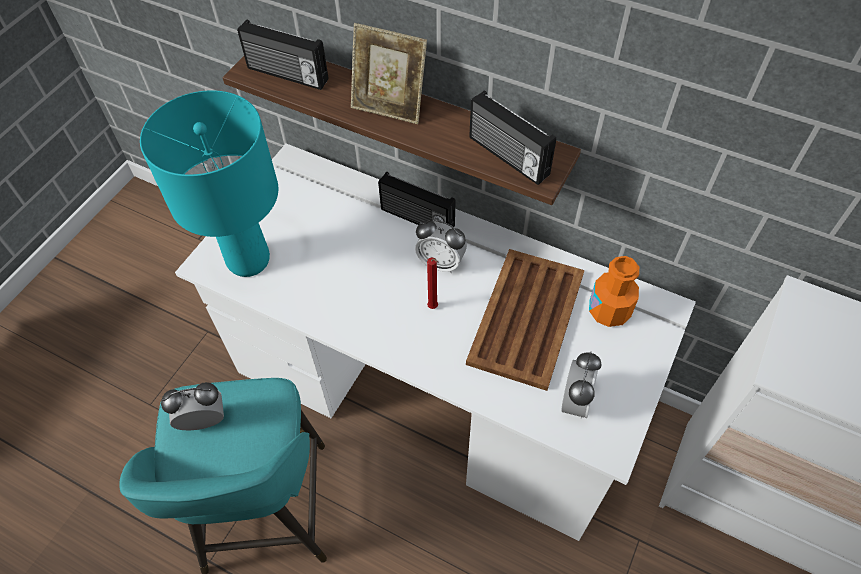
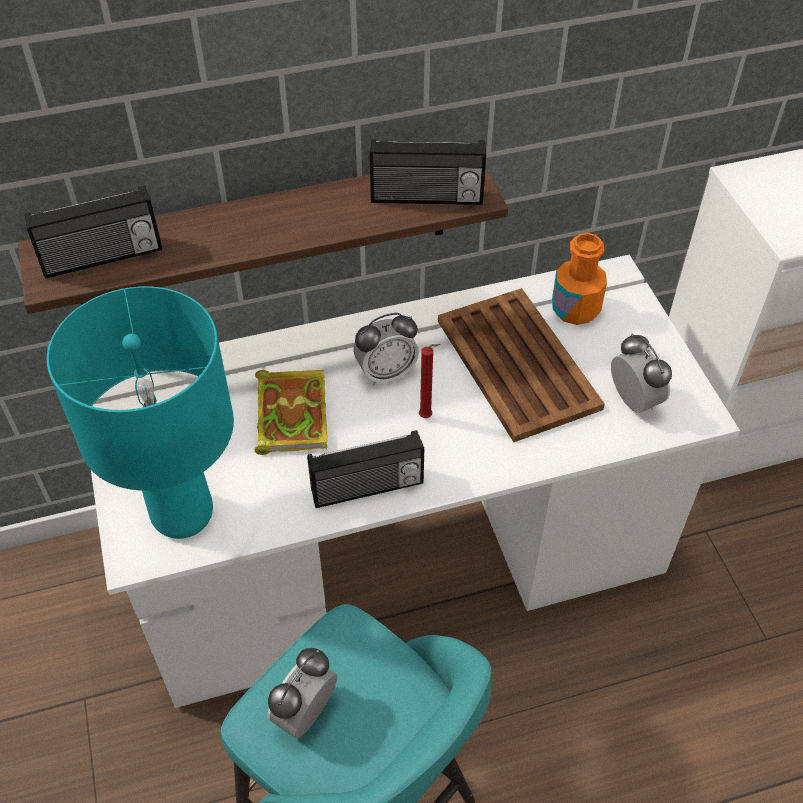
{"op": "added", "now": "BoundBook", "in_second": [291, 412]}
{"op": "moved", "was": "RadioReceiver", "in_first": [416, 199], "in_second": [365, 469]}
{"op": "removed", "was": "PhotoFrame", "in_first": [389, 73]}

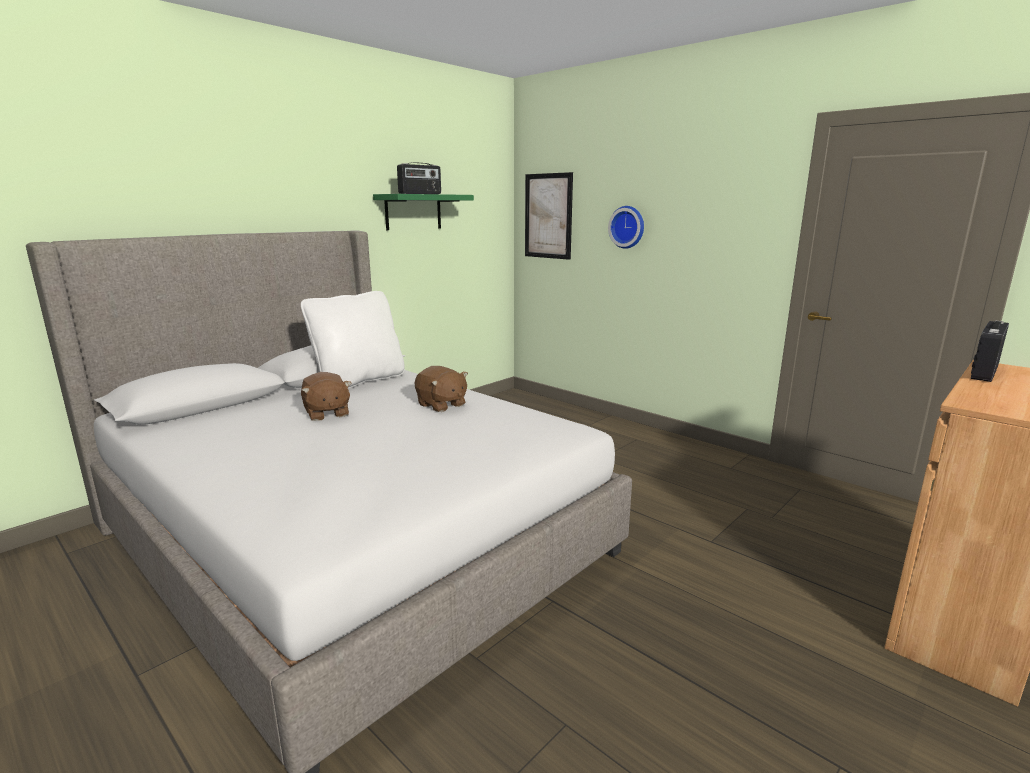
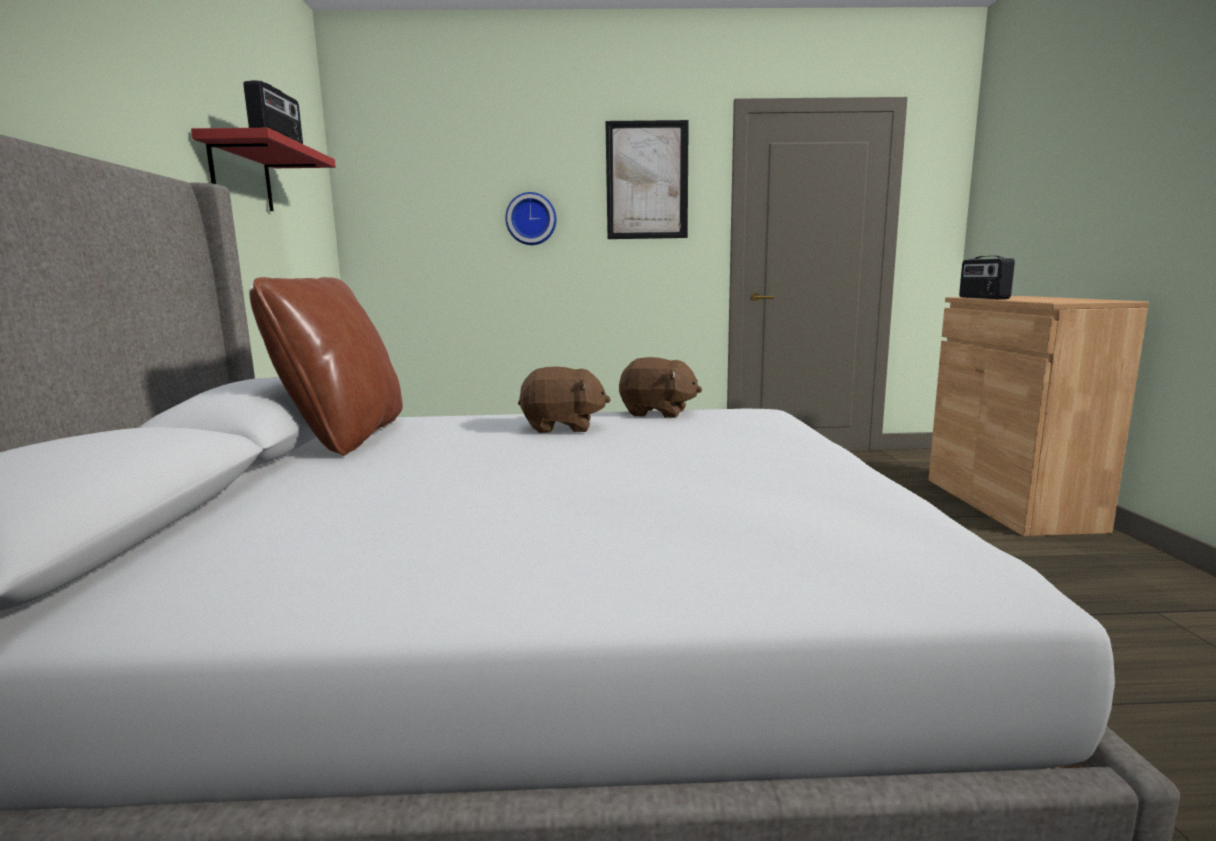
{"op": "recoloured", "was": "GreenColouredWallShelf", "now": "RedWallShelf", "in_first": [423, 212], "in_second": [263, 169]}
{"op": "recoloured", "was": "WhitishThrowPillow", "now": "BrownColouredThrowPillow", "in_first": [353, 340], "in_second": [326, 366]}
{"op": "moved", "was": "WallPicture", "in_first": [549, 216], "in_second": [647, 179]}
{"op": "moved", "was": "BrownColouredSoftToy", "in_first": [326, 396], "in_second": [660, 387]}

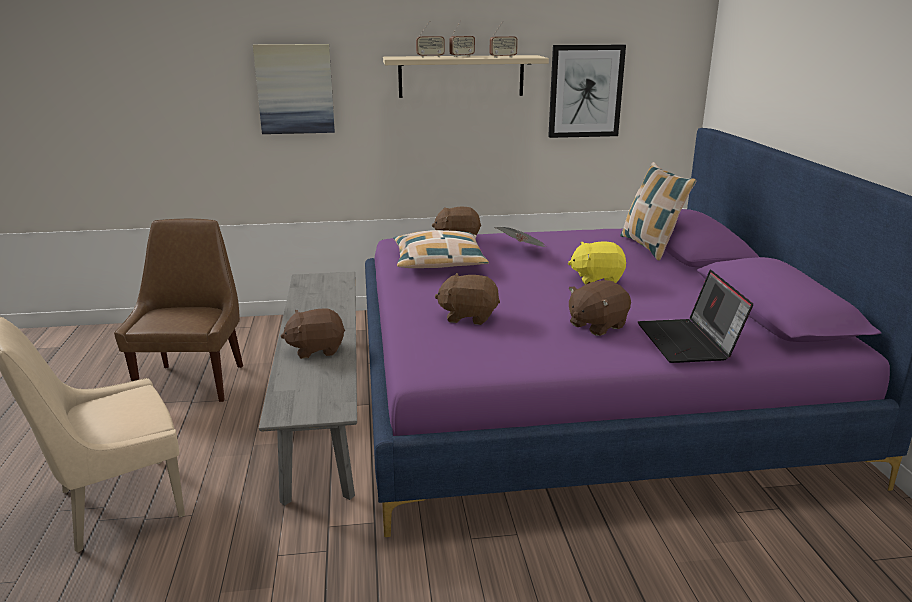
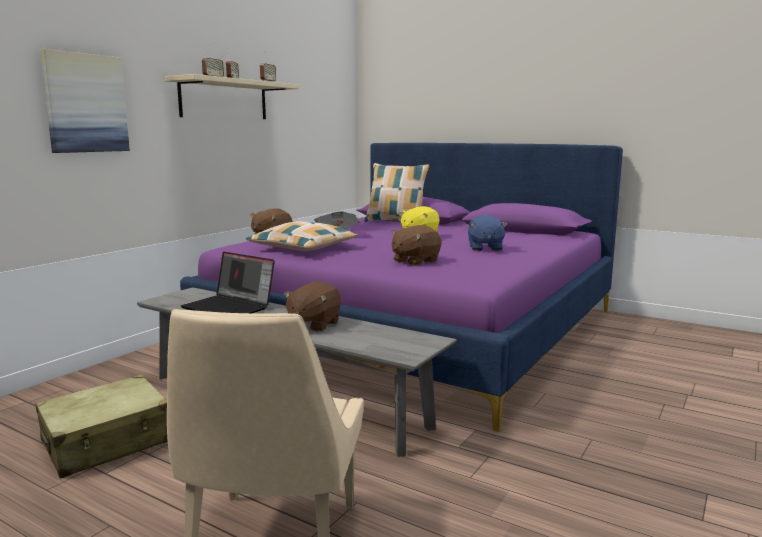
{"op": "replaced", "was": "BrownColouredUprightChair", "now": "BeigeTravelCase", "in_first": [178, 310], "in_second": [101, 426]}
{"op": "moved", "was": "PortableComputer", "in_first": [695, 316], "in_second": [228, 282]}
{"op": "recoloured", "was": "BrownColouredSoftToy", "now": "BlueSoftToy", "in_first": [600, 308], "in_second": [488, 233]}
{"op": "removed", "was": "WallPicture", "in_first": [587, 91]}

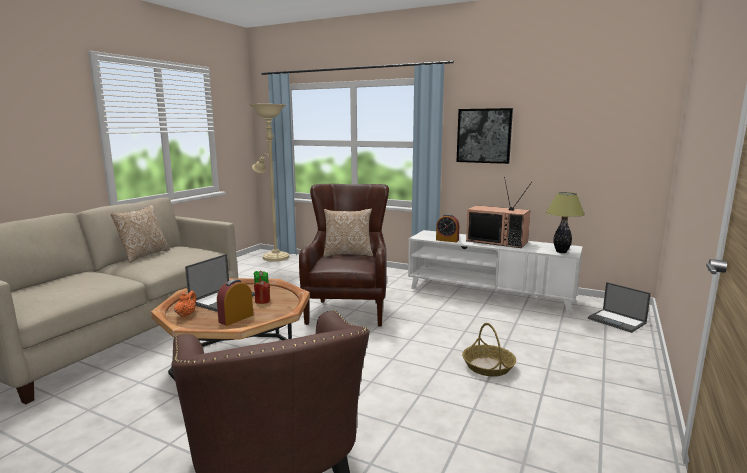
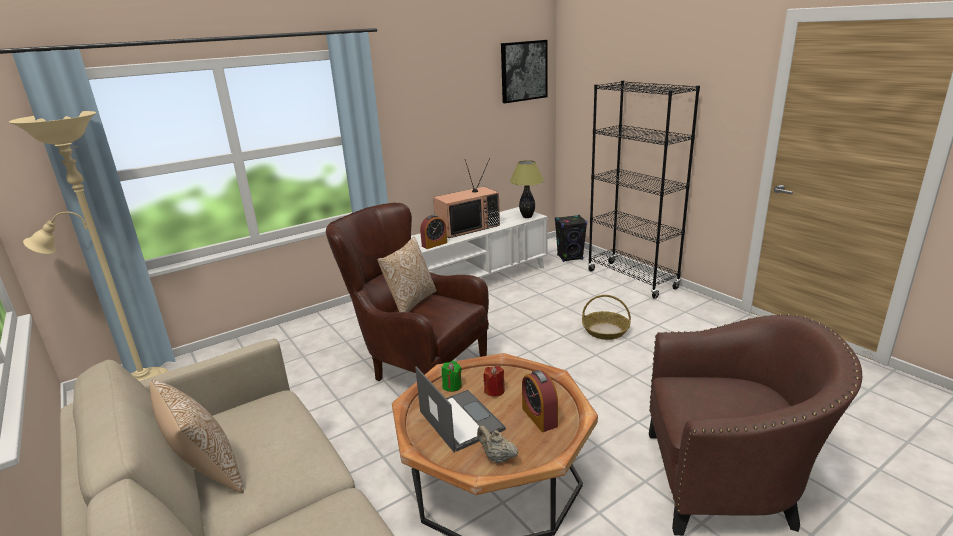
{"op": "recoloured", "was": "OrangeTeapot", "now": "BeigeTeapot", "in_first": [185, 304], "in_second": [497, 444]}
{"op": "moved", "was": "WallPicture", "in_first": [485, 136], "in_second": [524, 71]}
{"op": "replaced", "was": "PortableComputer", "now": "BlackLoudspeaker", "in_first": [619, 307], "in_second": [571, 238]}
{"op": "added", "now": "BlackBookshelf", "in_second": [644, 190]}

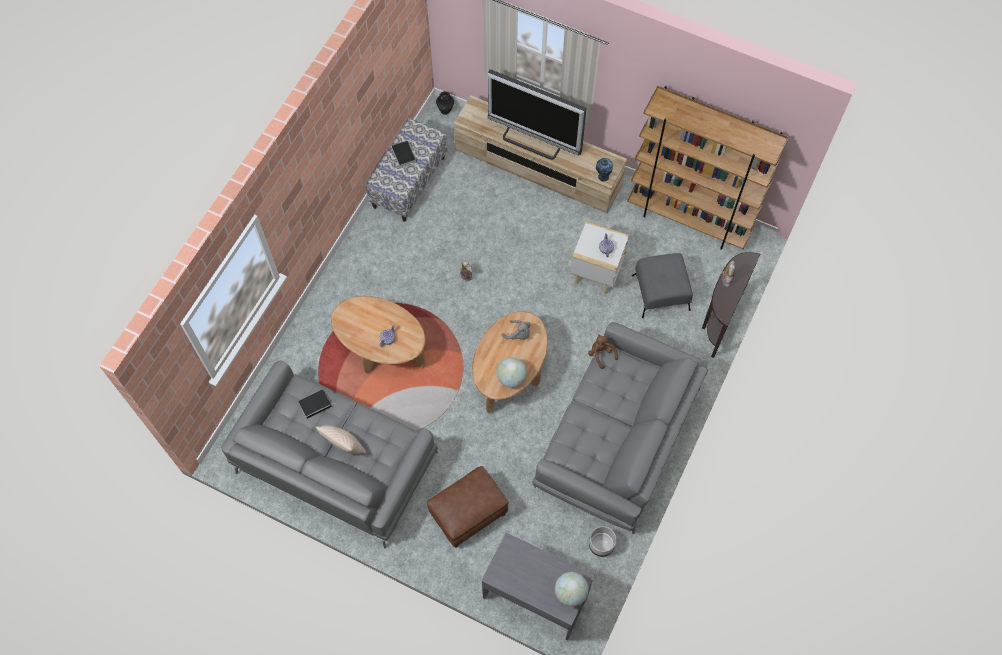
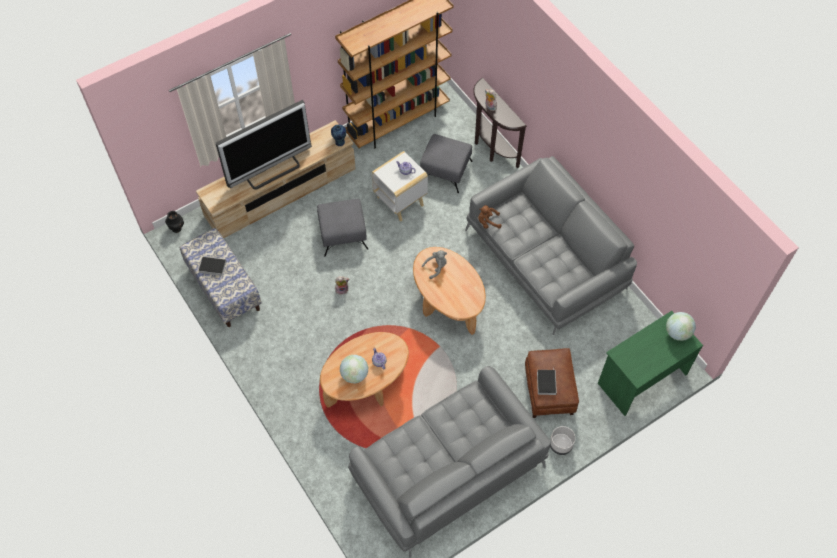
{"op": "added", "now": "GreyFootrest", "in_second": [342, 227]}
{"op": "moved", "was": "DeskGlobe", "in_first": [511, 372], "in_second": [354, 369]}
{"op": "moved", "was": "BoundBook", "in_first": [317, 404], "in_second": [547, 382]}
{"op": "moved", "was": "GreyPlanter", "in_first": [602, 541], "in_second": [563, 440]}
{"op": "recoloured", "was": "GreyDeskTable", "now": "GreenColouredDeskTable", "in_first": [538, 586], "in_second": [650, 363]}
{"op": "removed", "was": "BeigeThrowPillow", "in_first": [340, 439]}

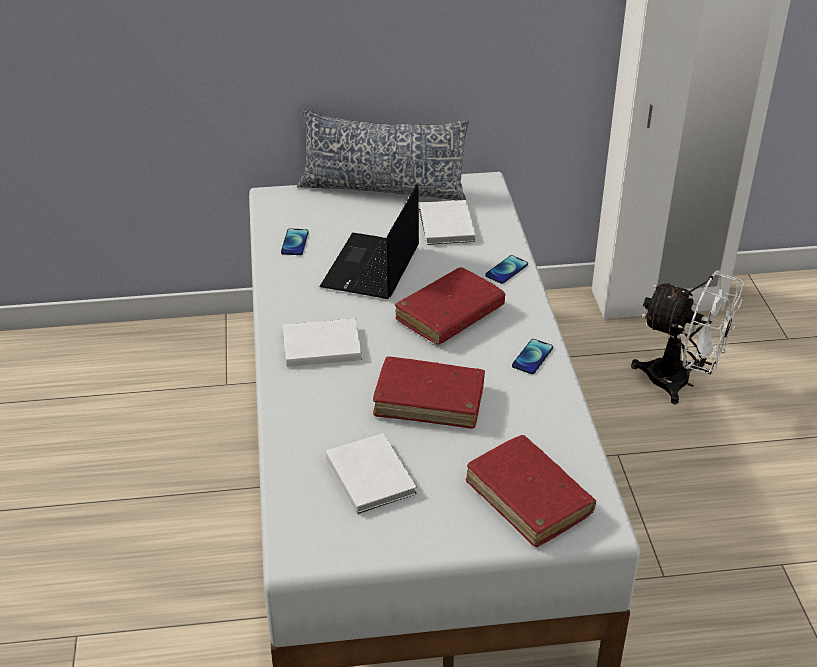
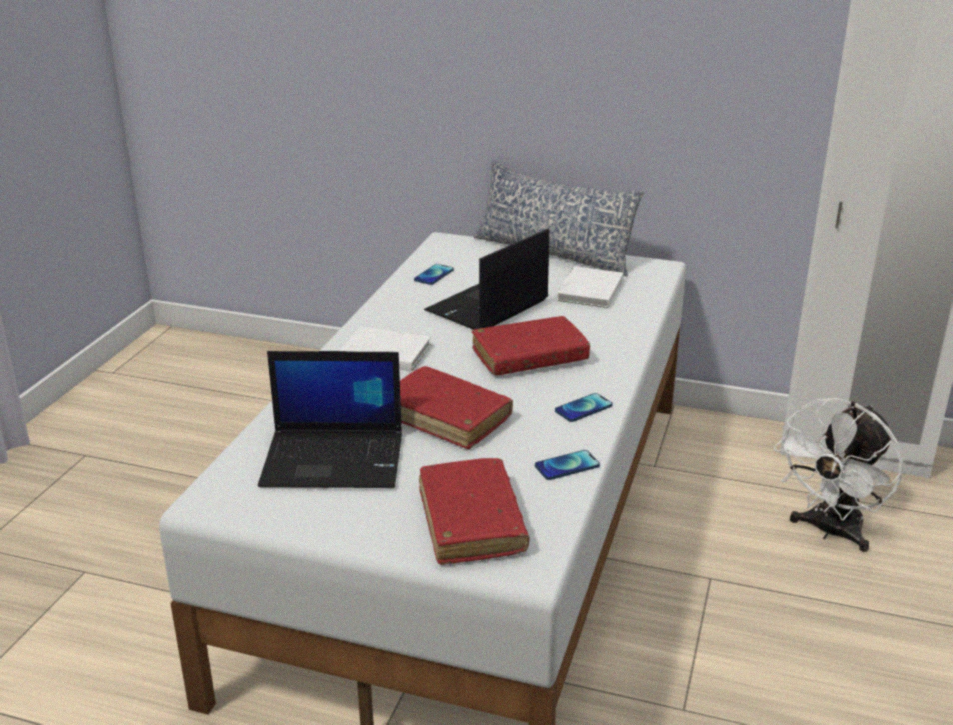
{"op": "replaced", "was": "WhitishBoundBook", "now": "PortableComputer", "in_first": [371, 473], "in_second": [330, 419]}
{"op": "moved", "was": "Telephone", "in_first": [506, 269], "in_second": [567, 465]}
{"op": "turned", "was": "WhitishCoolingFan", "in_first": [687, 337], "in_second": [838, 475], "clockwise": 75}

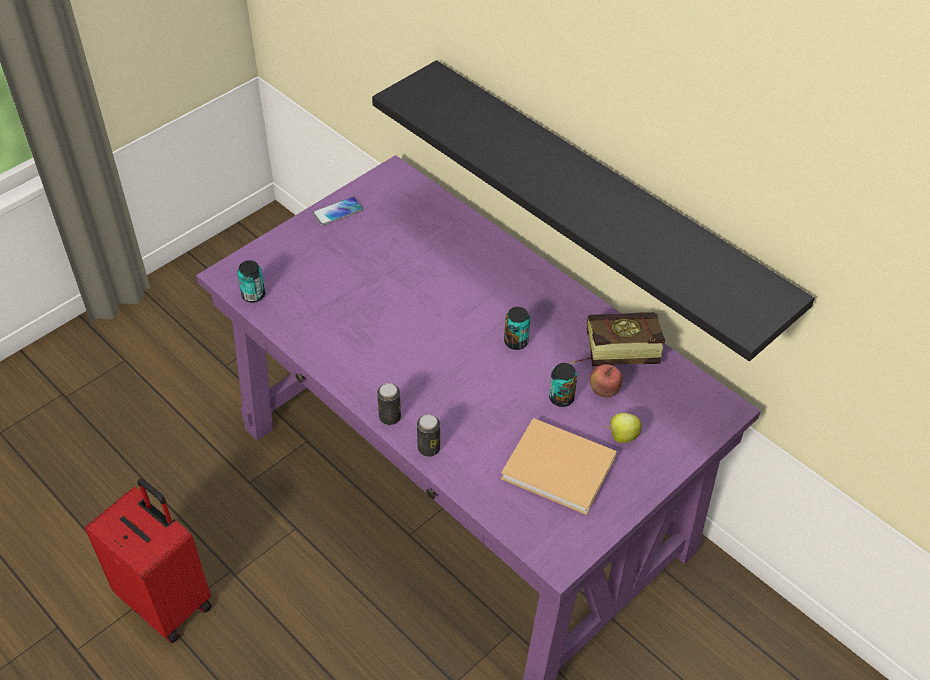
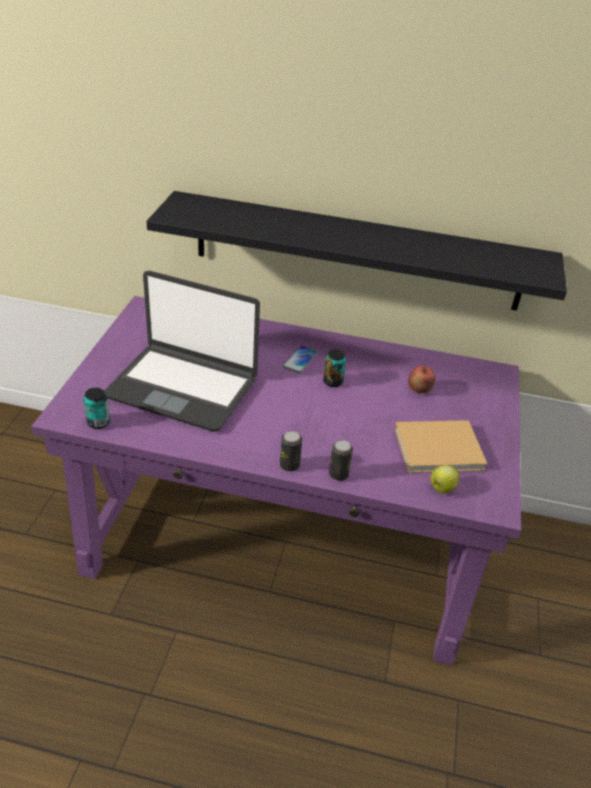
{"op": "added", "now": "PortableComputer", "in_second": [182, 351]}
{"op": "moved", "was": "Telephone", "in_first": [338, 211], "in_second": [300, 359]}
{"op": "moved", "was": "WholeApple", "in_first": [624, 428], "in_second": [444, 479]}
{"op": "removed", "was": "RedTravelCase", "in_first": [148, 561]}
{"op": "removed", "was": "Can", "in_first": [563, 385]}
{"op": "removed", "was": "BoundBook", "in_first": [618, 339]}

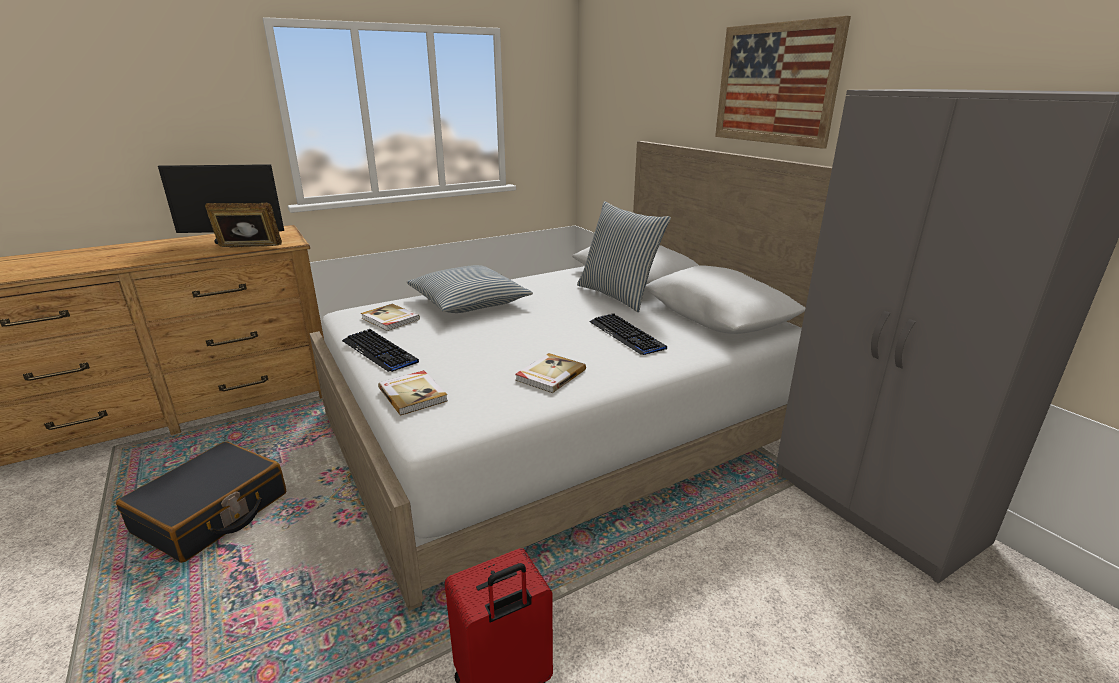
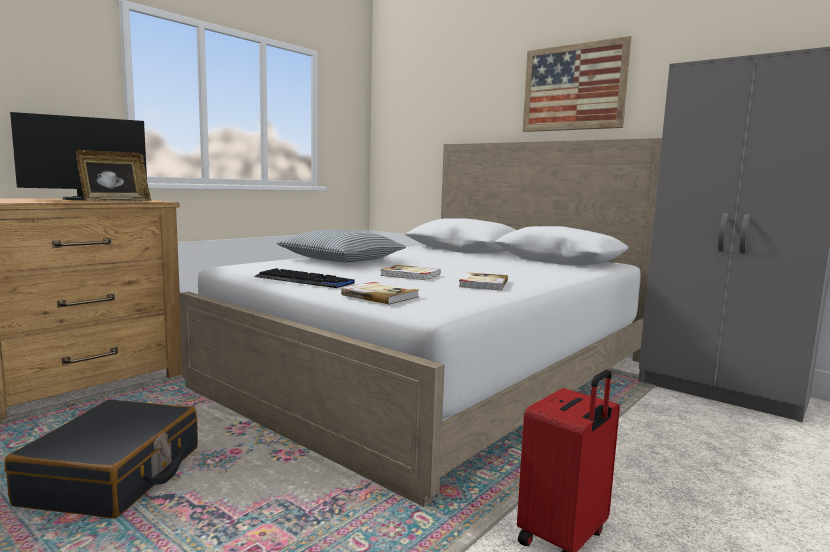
{"op": "turned", "was": "PhotoFrame", "in_first": [243, 225], "in_second": [113, 176], "clockwise": 150}
{"op": "moved", "was": "BoundBook", "in_first": [390, 317], "in_second": [410, 272]}
{"op": "removed", "was": "ThrowPillow", "in_first": [624, 256]}
{"op": "removed", "was": "ComputerKeyboard", "in_first": [628, 334]}

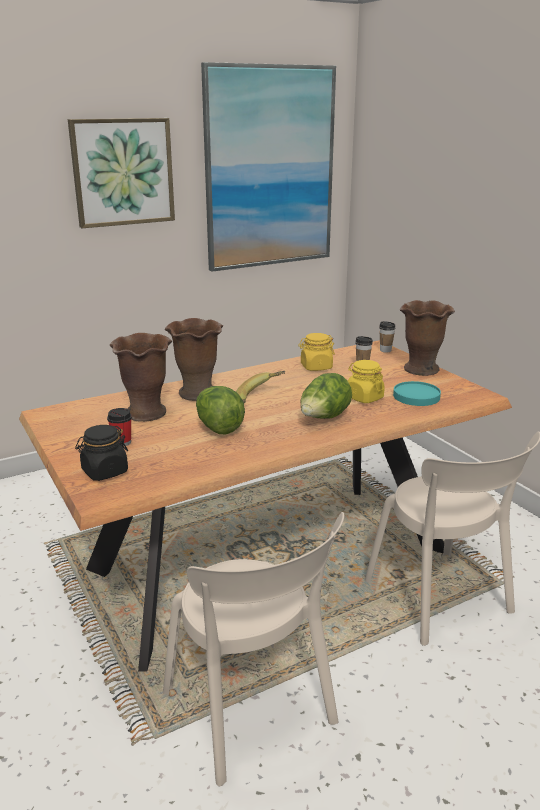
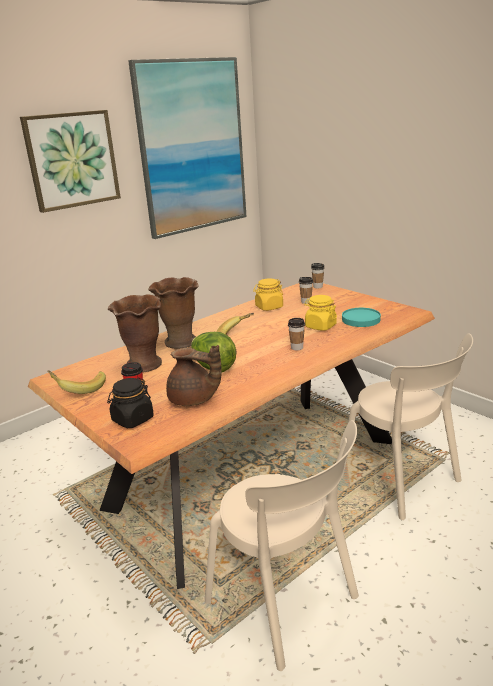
{"op": "added", "now": "BananaFruit", "in_second": [76, 382]}
{"op": "added", "now": "BrownColouredTeapot", "in_second": [194, 375]}
{"op": "replaced", "was": "LettuceHead", "now": "Cup", "in_first": [326, 396], "in_second": [296, 334]}
{"op": "removed", "was": "BrownColouredFlowerVase", "in_first": [427, 338]}

